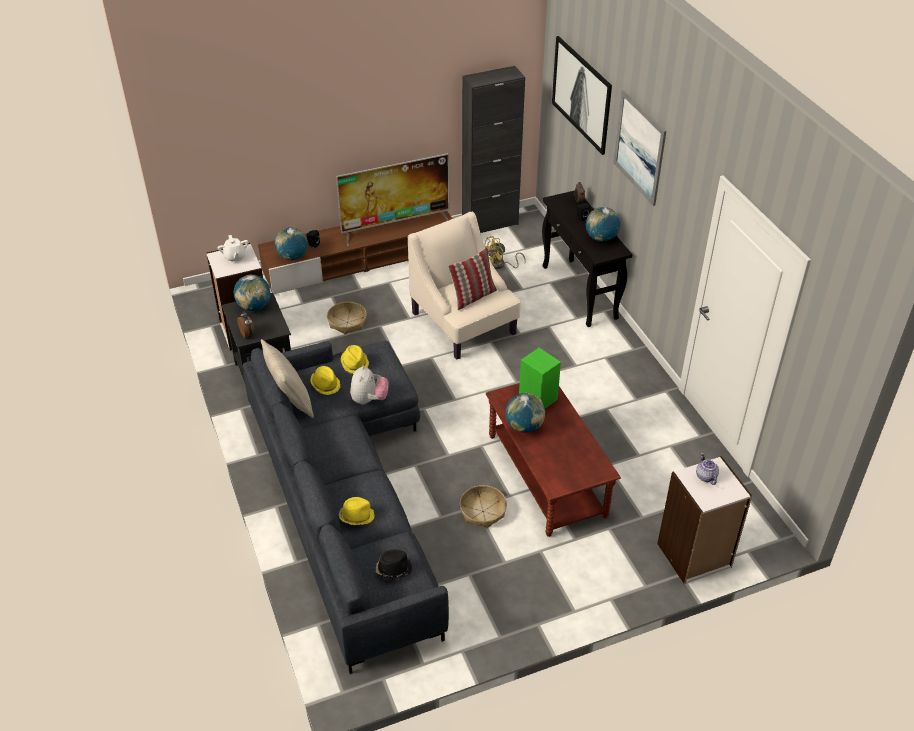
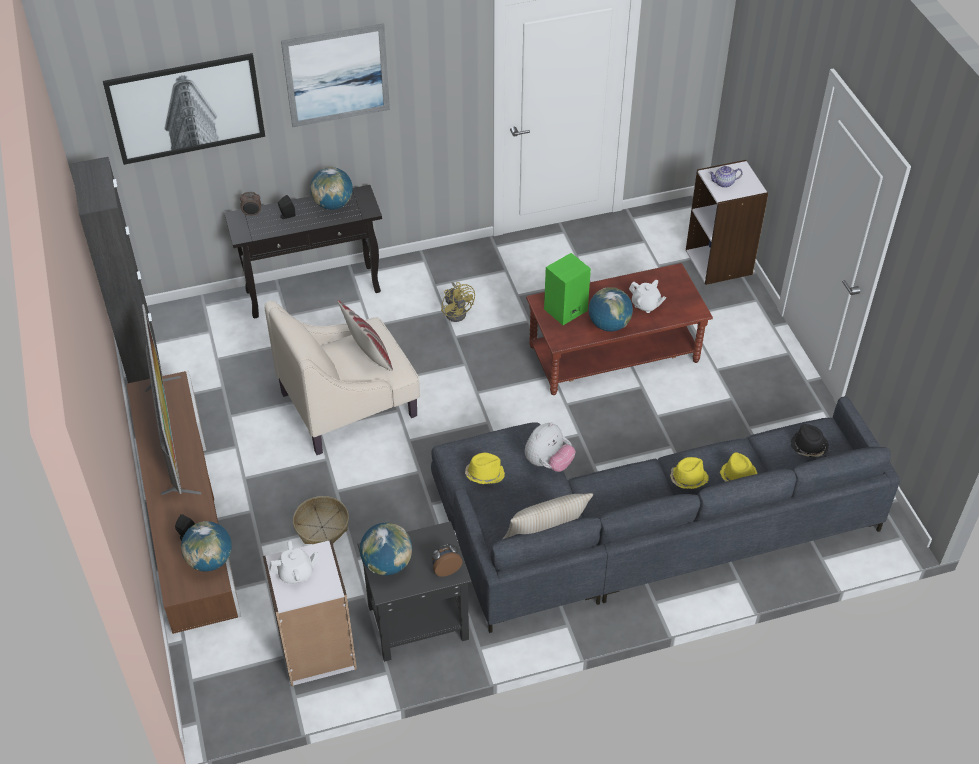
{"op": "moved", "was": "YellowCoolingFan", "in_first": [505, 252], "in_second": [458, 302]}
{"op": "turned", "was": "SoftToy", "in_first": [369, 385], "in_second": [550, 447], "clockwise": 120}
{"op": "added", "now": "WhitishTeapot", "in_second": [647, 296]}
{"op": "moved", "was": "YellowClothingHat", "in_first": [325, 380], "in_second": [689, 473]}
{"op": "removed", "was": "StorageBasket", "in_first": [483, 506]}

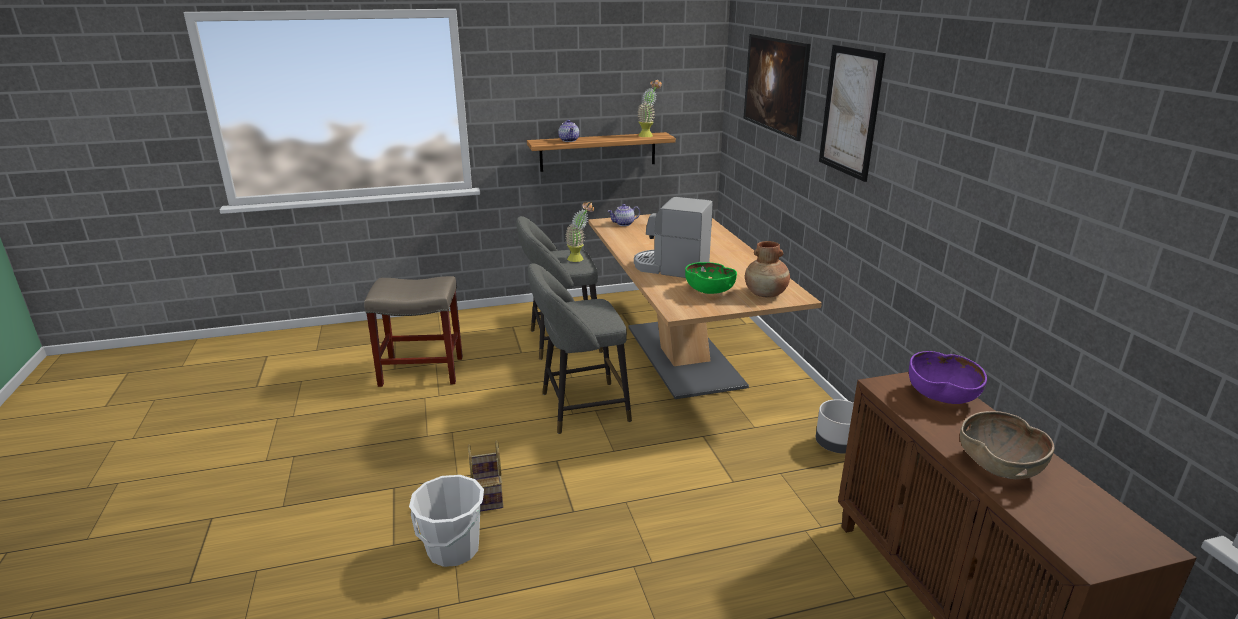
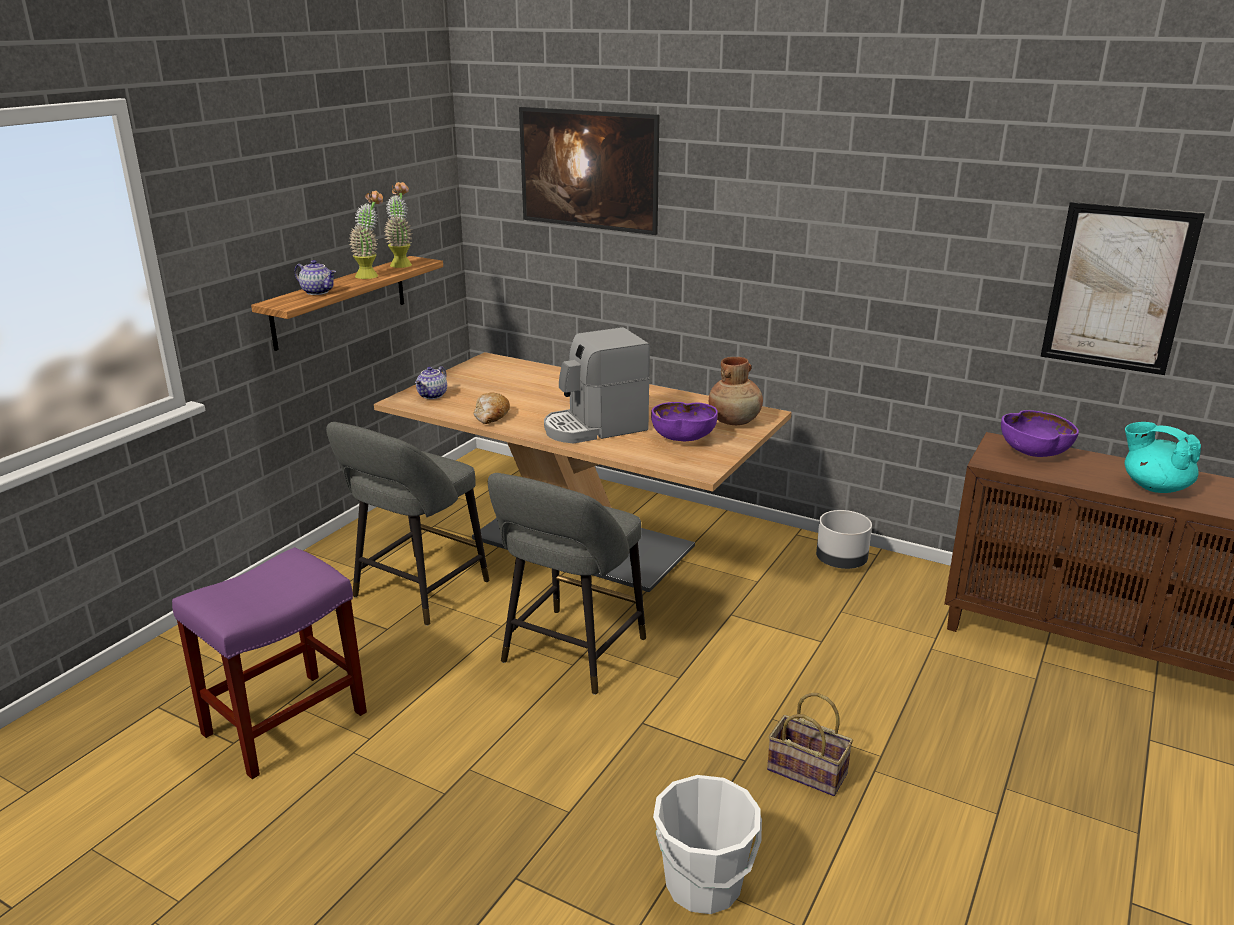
{"op": "recoloured", "was": "BeigeSittingStool", "now": "PurplishSittingStool", "in_first": [413, 331], "in_second": [269, 663]}
{"op": "moved", "was": "PottedPlant", "in_first": [579, 232], "in_second": [366, 234]}
{"op": "added", "now": "Bread", "in_second": [491, 408]}
{"op": "recoloured", "was": "GreenColouredBowl", "now": "PurplishBowl", "in_first": [711, 278], "in_second": [684, 421]}
{"op": "moved", "was": "StorageBasket", "in_first": [485, 476], "in_second": [810, 744]}
{"op": "moved", "was": "WallPicture", "in_first": [852, 113], "in_second": [1123, 288]}
{"op": "replaced", "was": "BrownColouredBowl", "now": "TurquoiseColouredTeapot", "in_first": [1007, 445], "in_second": [1163, 457]}

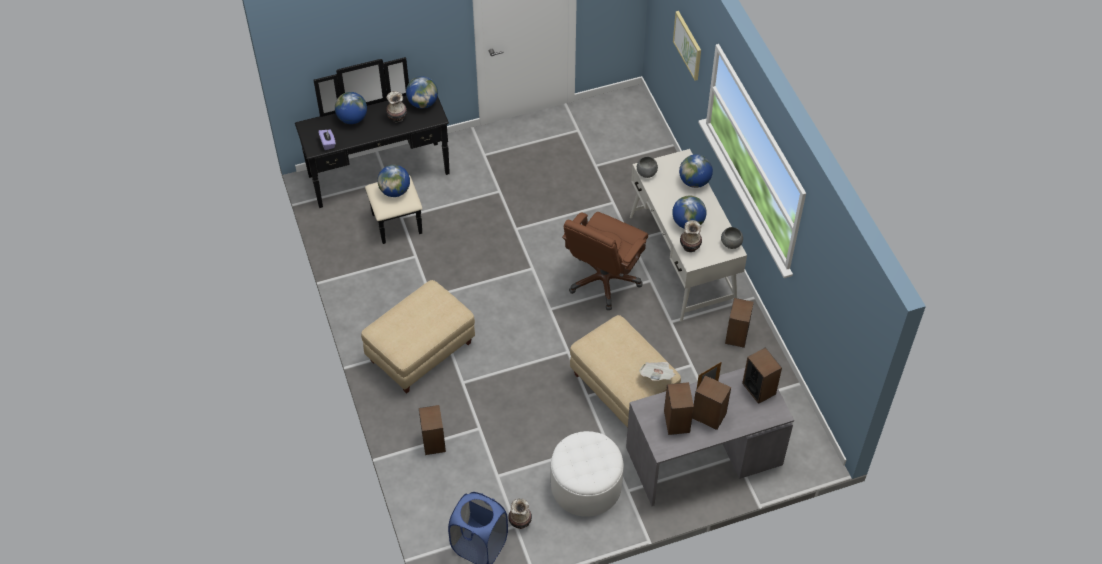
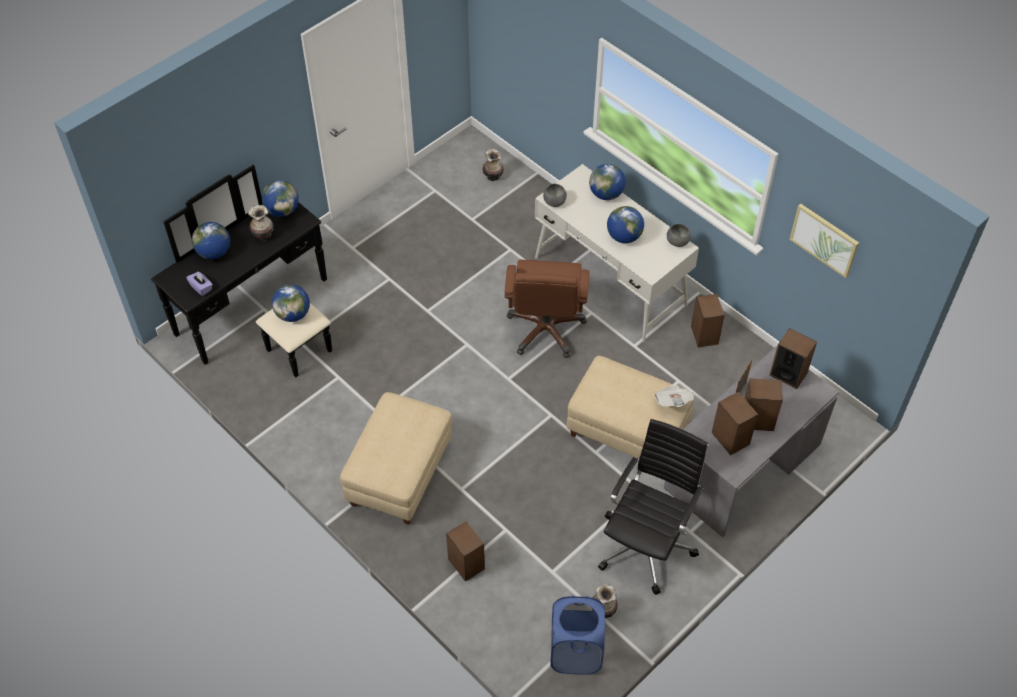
{"op": "moved", "was": "FlowerVase", "in_first": [691, 236], "in_second": [493, 165]}
{"op": "replaced", "was": "WhitishFootrest", "now": "BlackOfficeChair", "in_first": [587, 474], "in_second": [653, 507]}
{"op": "moved", "was": "WallPicture", "in_first": [687, 46], "in_second": [824, 241]}

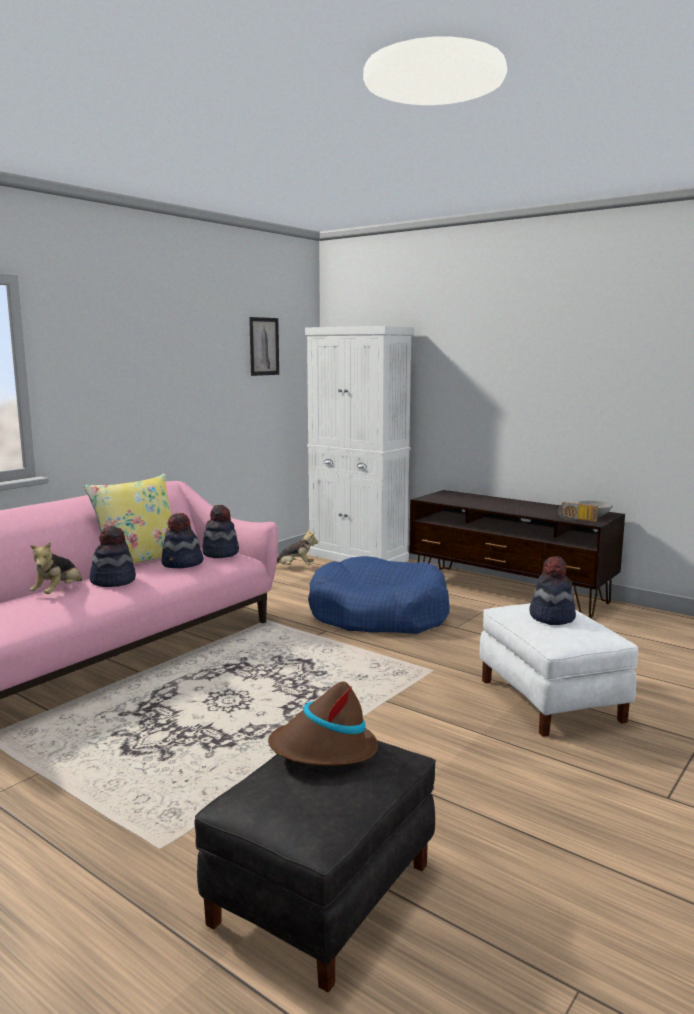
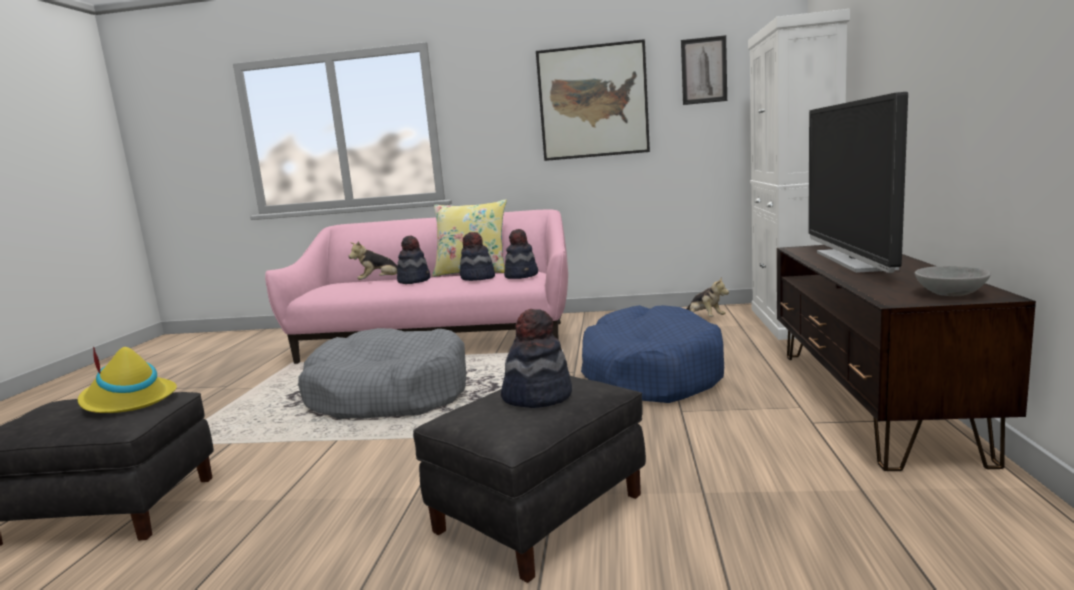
{"op": "recoloured", "was": "BrownColouredClothingHat", "now": "YellowClothingHat", "in_first": [323, 723], "in_second": [127, 380]}
{"op": "added", "now": "GreyDogCushion", "in_second": [382, 373]}
{"op": "recoloured", "was": "WhitishFootrest", "now": "BlackFootrest", "in_first": [559, 670], "in_second": [529, 479]}
{"op": "added", "now": "WallPicture", "in_second": [593, 100]}
{"op": "added", "now": "TvSet", "in_second": [858, 182]}
{"op": "removed", "was": "RadioReceiver", "in_first": [578, 512]}

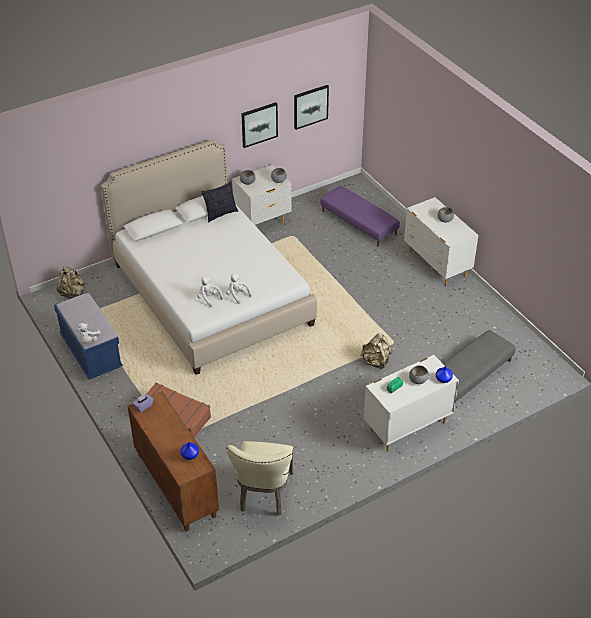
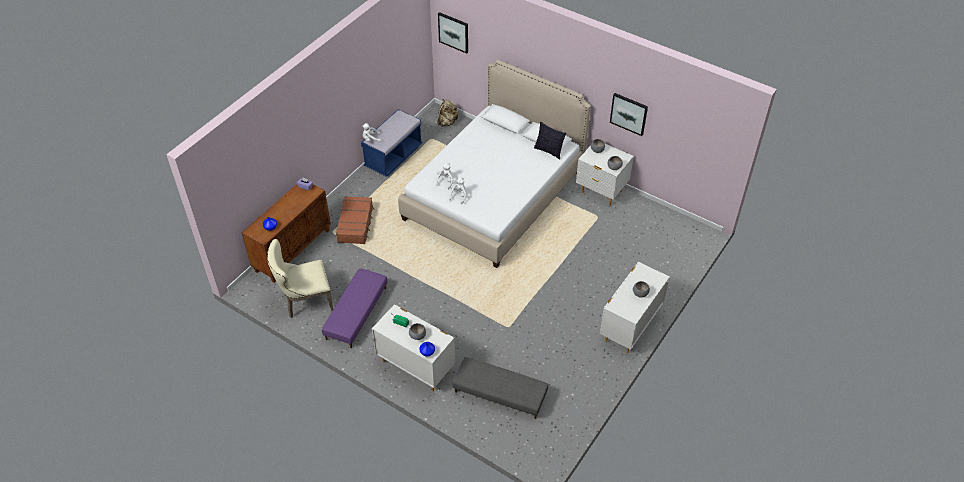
{"op": "moved", "was": "PurplishFootrest", "in_first": [360, 216], "in_second": [354, 308]}
{"op": "moved", "was": "WallPicture", "in_first": [311, 107], "in_second": [453, 33]}
{"op": "removed", "was": "BeigeRucksack", "in_first": [376, 351]}

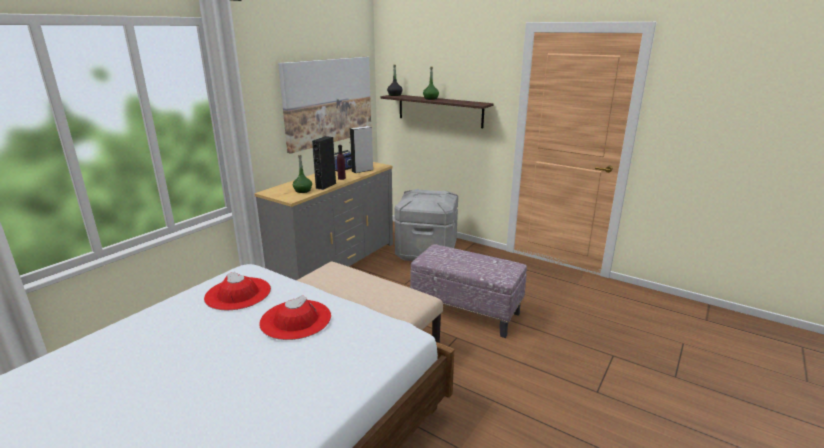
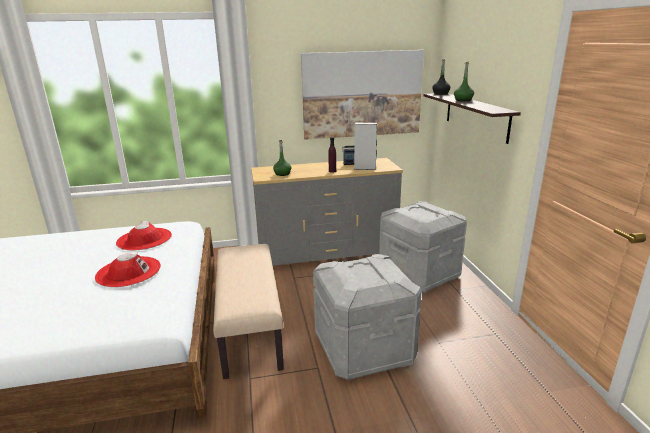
{"op": "replaced", "was": "Footrest", "now": "GreyStorageBin", "in_first": [468, 291], "in_second": [367, 317]}
{"op": "removed", "was": "BlackLoudspeaker", "in_first": [324, 163]}

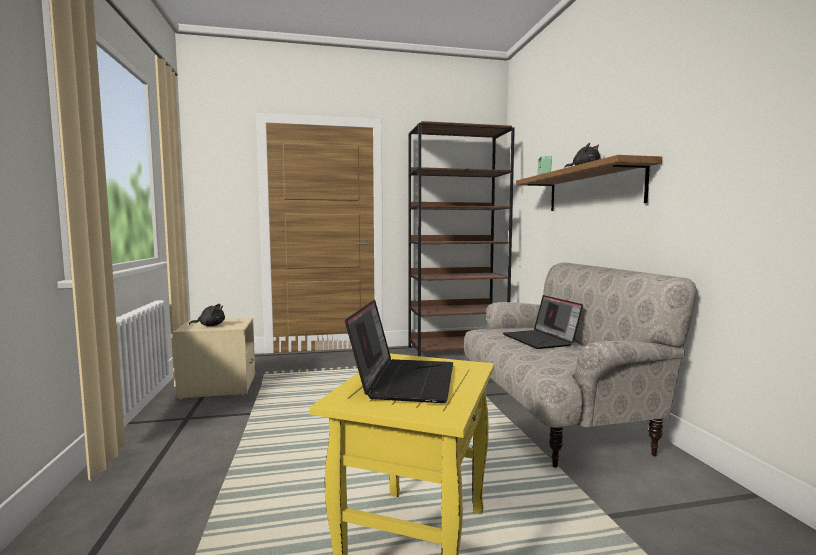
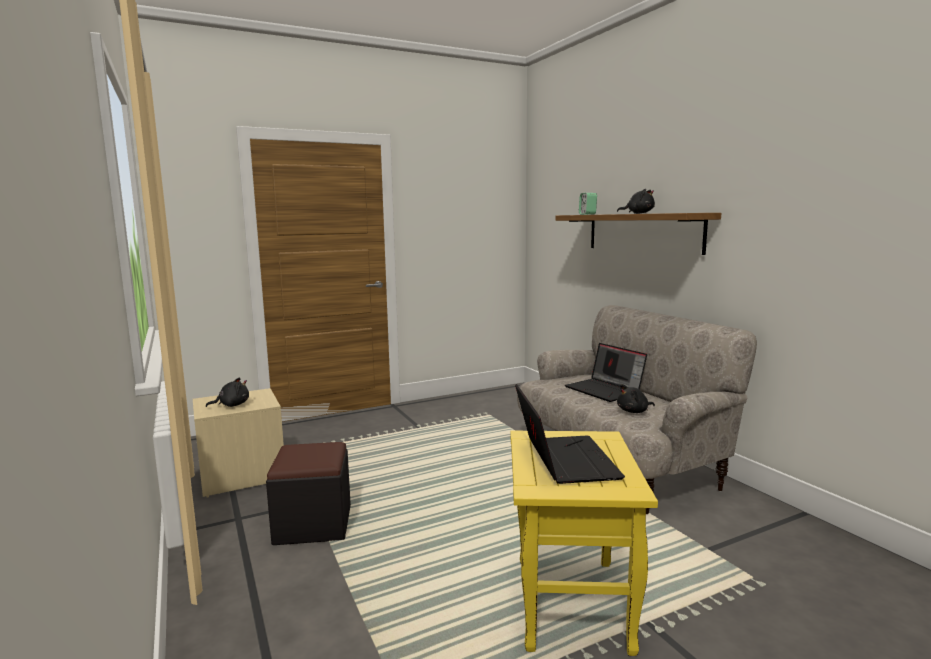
{"op": "added", "now": "BlackFootrest", "in_second": [308, 493]}
{"op": "added", "now": "BlackSoftToy", "in_second": [636, 398]}
{"op": "removed", "was": "BrownColouredBookshelf", "in_first": [461, 238]}

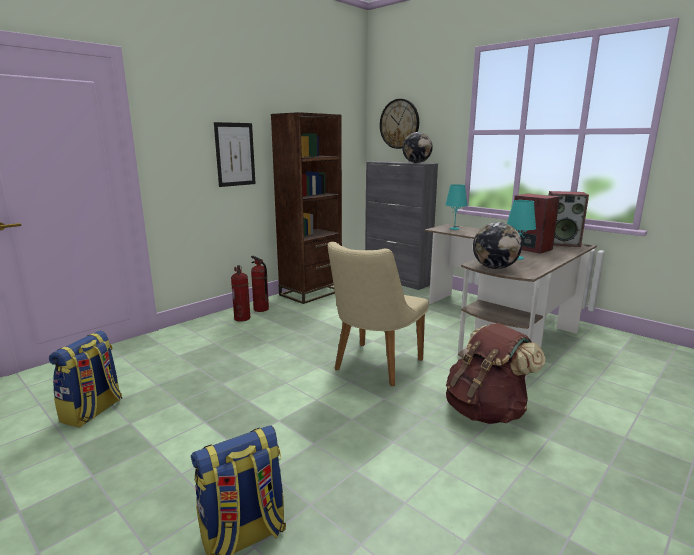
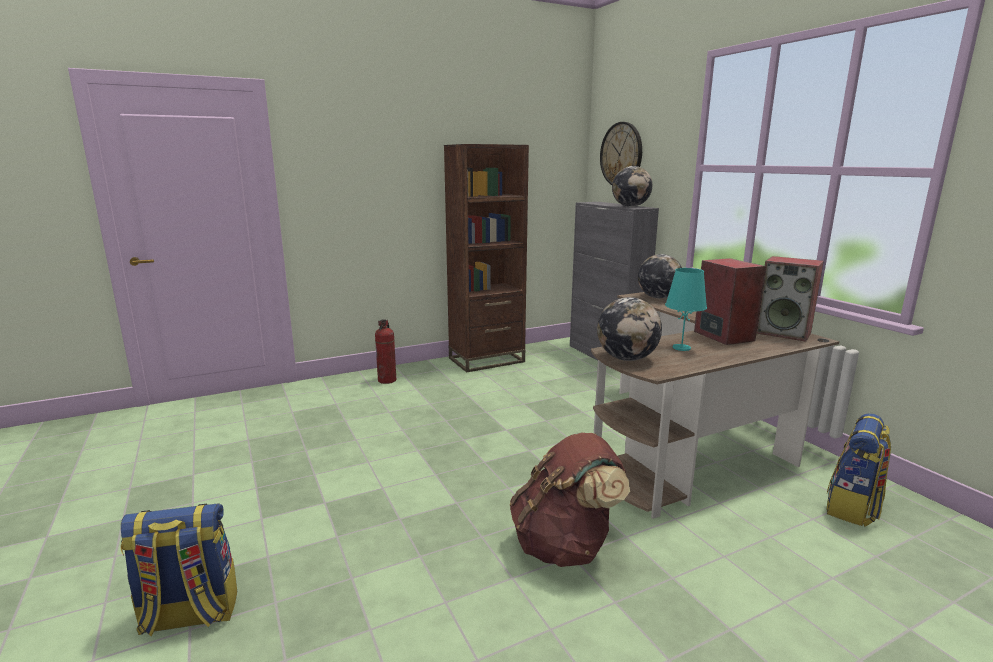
{"op": "replaced", "was": "TurquoiseColouredTableLamp", "now": "DeskGlobe", "in_first": [456, 207], "in_second": [660, 276]}
{"op": "moved", "was": "Rucksack", "in_first": [85, 379], "in_second": [859, 470]}
{"op": "removed", "was": "WallPicture", "in_first": [235, 154]}
{"op": "removed", "was": "FireFightingCylinder", "in_first": [260, 284]}
{"op": "removed", "was": "BeigeUprightChair", "in_first": [378, 314]}

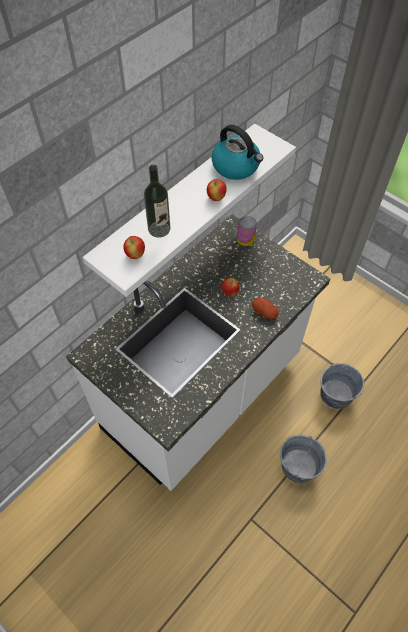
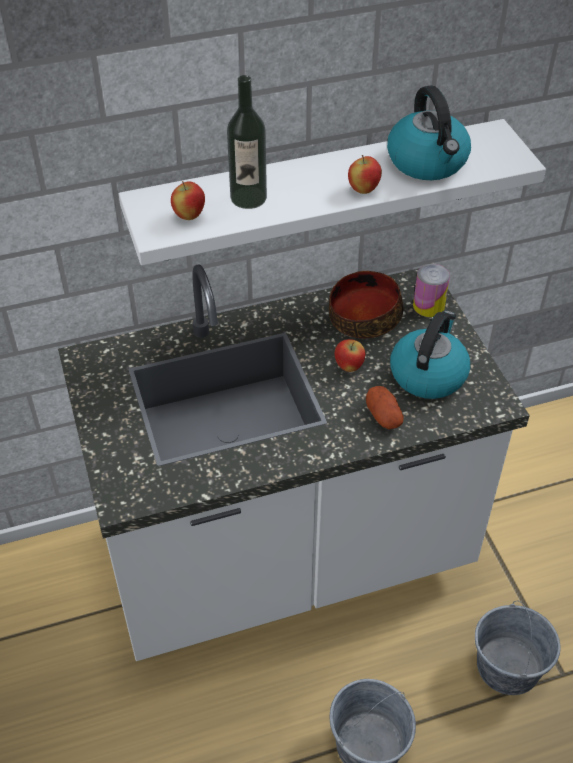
{"op": "added", "now": "Bowl", "in_second": [366, 304]}
{"op": "added", "now": "Kettle", "in_second": [430, 354]}

